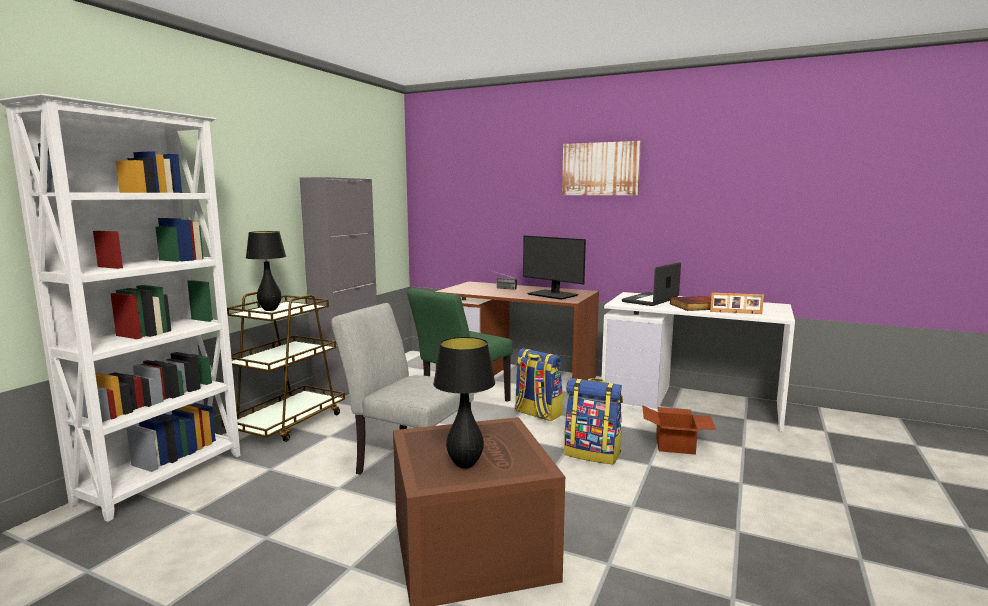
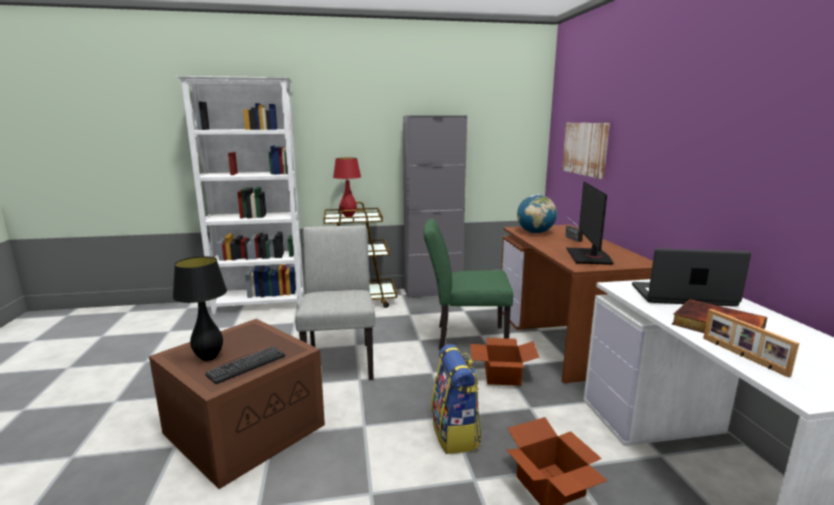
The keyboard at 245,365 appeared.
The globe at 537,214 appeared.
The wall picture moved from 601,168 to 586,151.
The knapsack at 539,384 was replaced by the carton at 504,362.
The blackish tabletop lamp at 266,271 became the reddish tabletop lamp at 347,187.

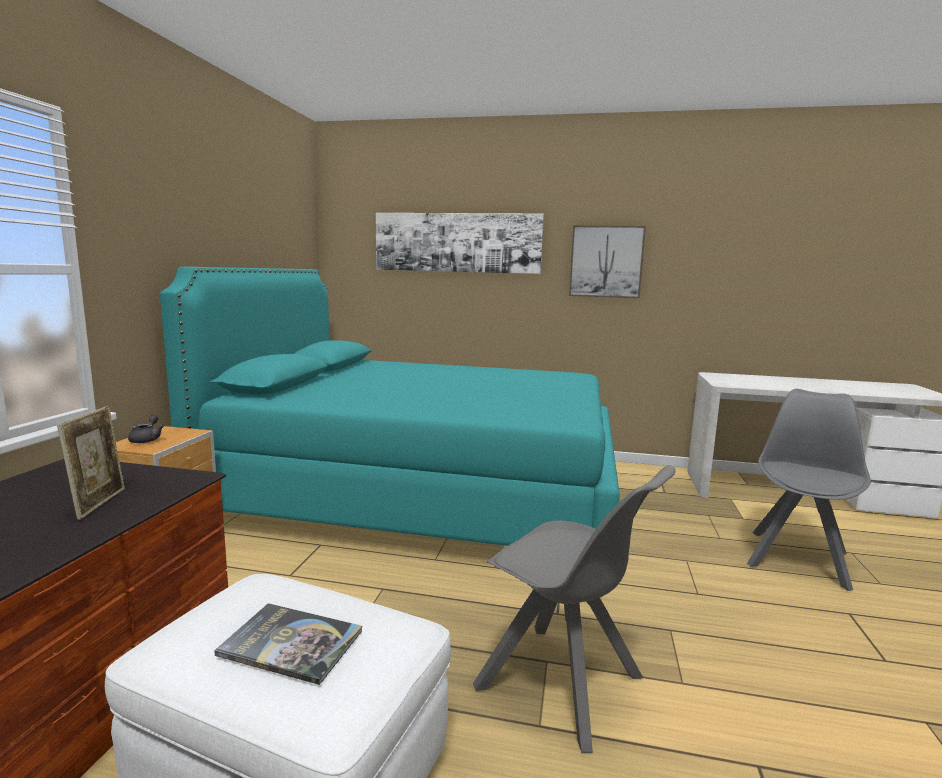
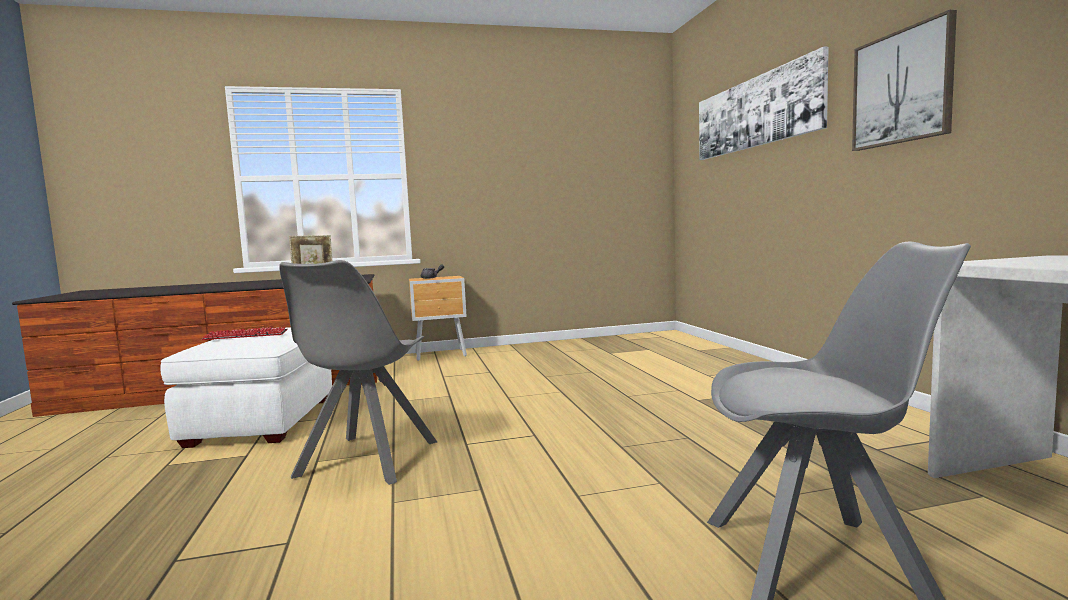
The turquoise-coloured sleeping bed at 390,406 disappeared.
The volume at 288,644 was replaced by the keyboard at 245,333.

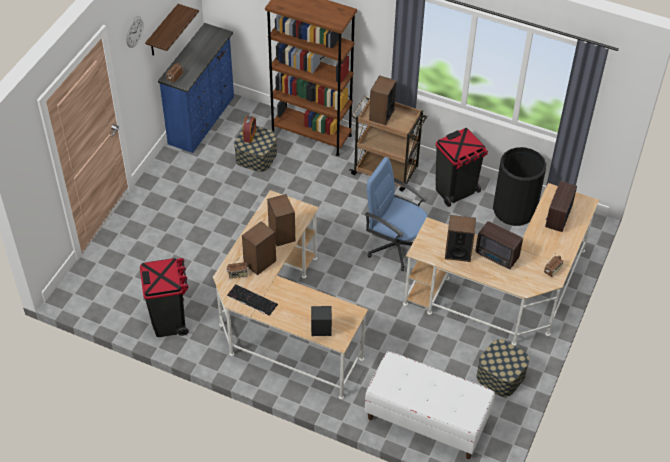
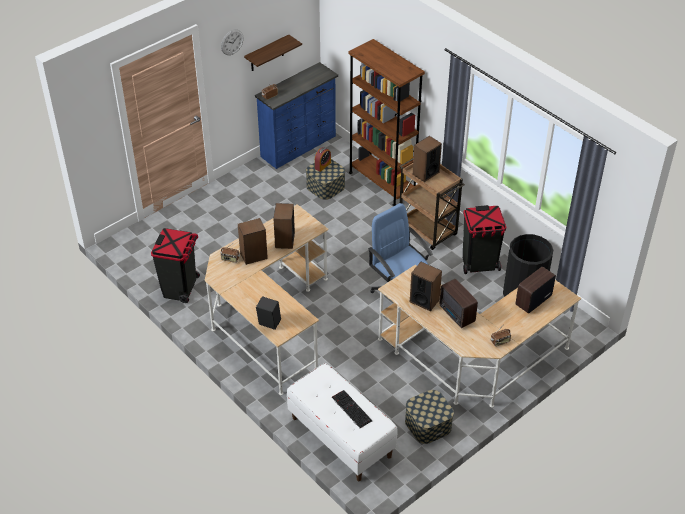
The keyboard moved from 252,300 to 352,409.

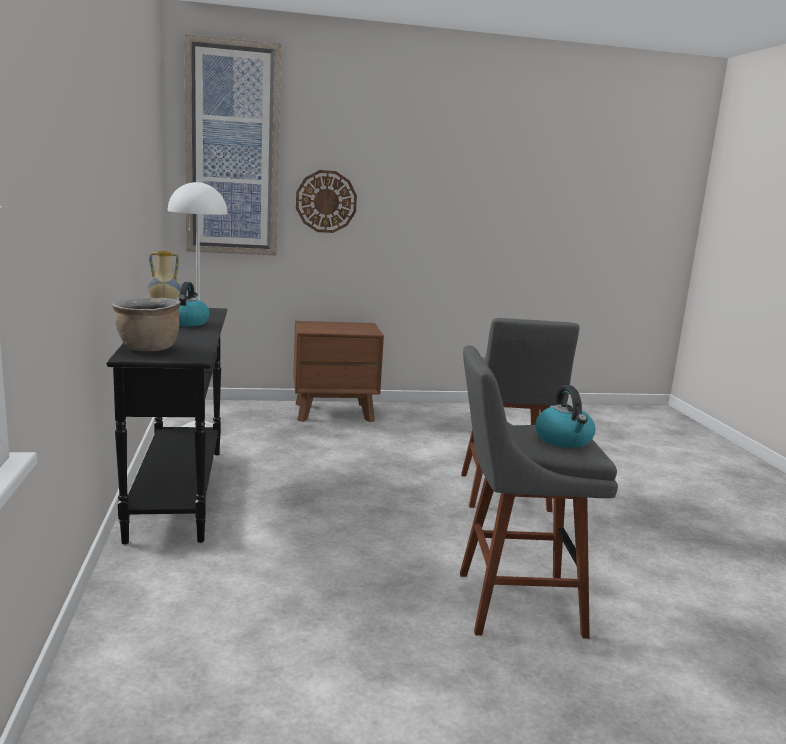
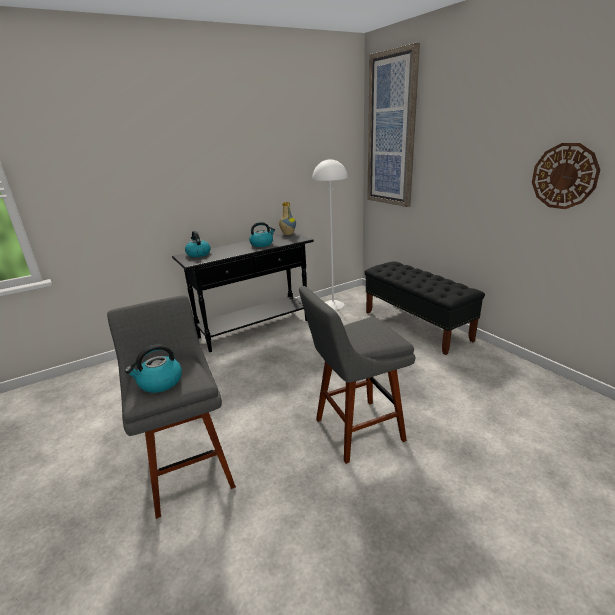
The clock on the wall moved from 326,201 to 566,176.
The brown-coloured stockpot at 146,324 was replaced by the kettle at 198,244.
The brown-coloured bedside table at 338,371 was replaced by the blackish bench at 424,308.

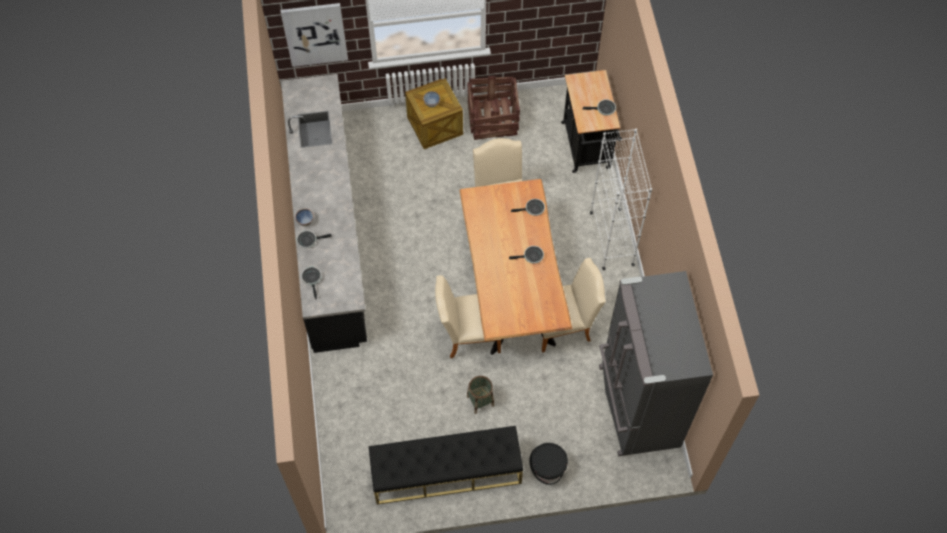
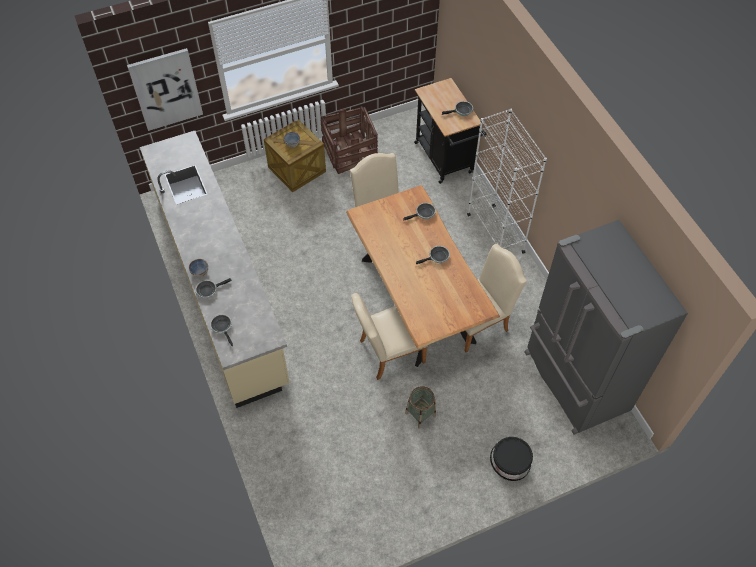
The blackish bench at 446,465 disappeared.
The blackish counter at 324,213 became the beige counter at 215,269.

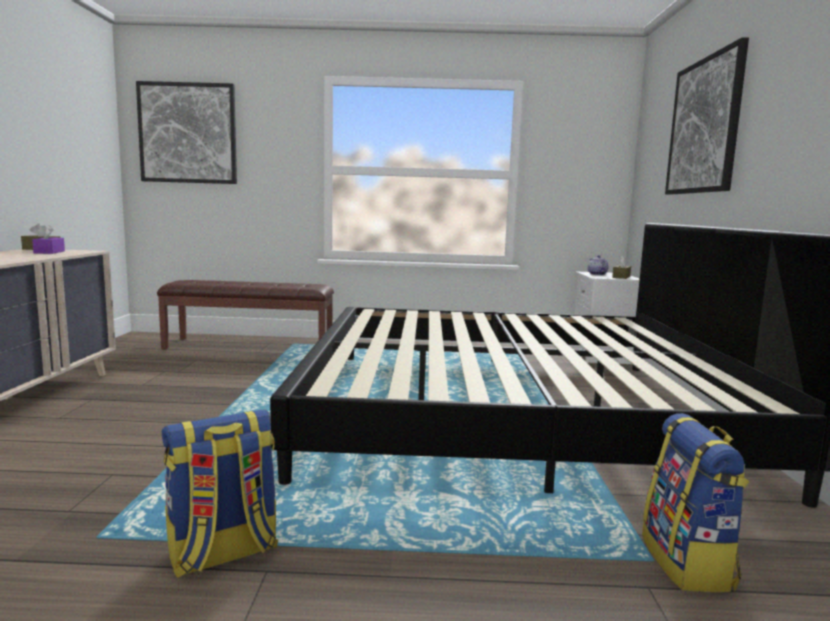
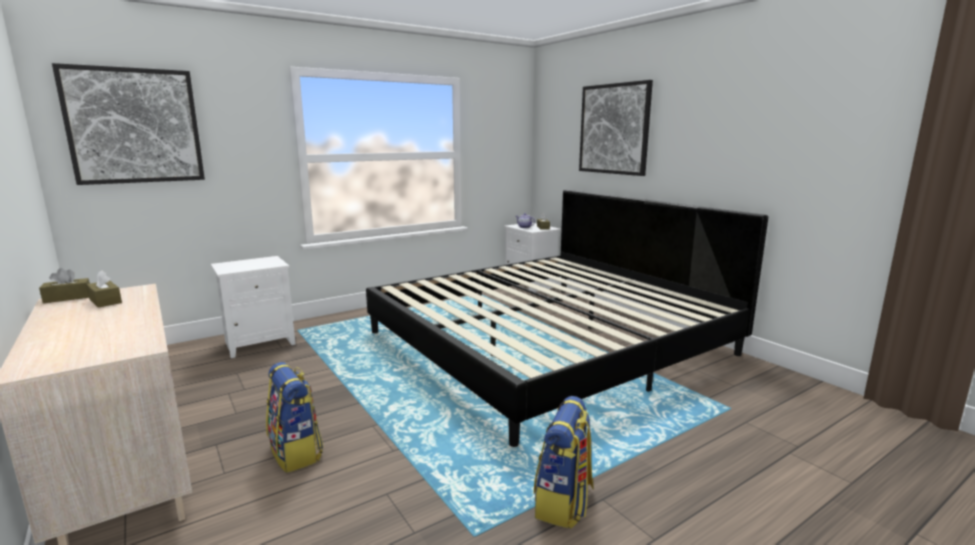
The knapsack moved from 695,502 to 295,417.
The brown-coloured bench at 245,314 was replaced by the whitish bedside table at 253,307.
The purplish tissue holder at 48,239 became the brown-coloured tissue holder at 104,289.

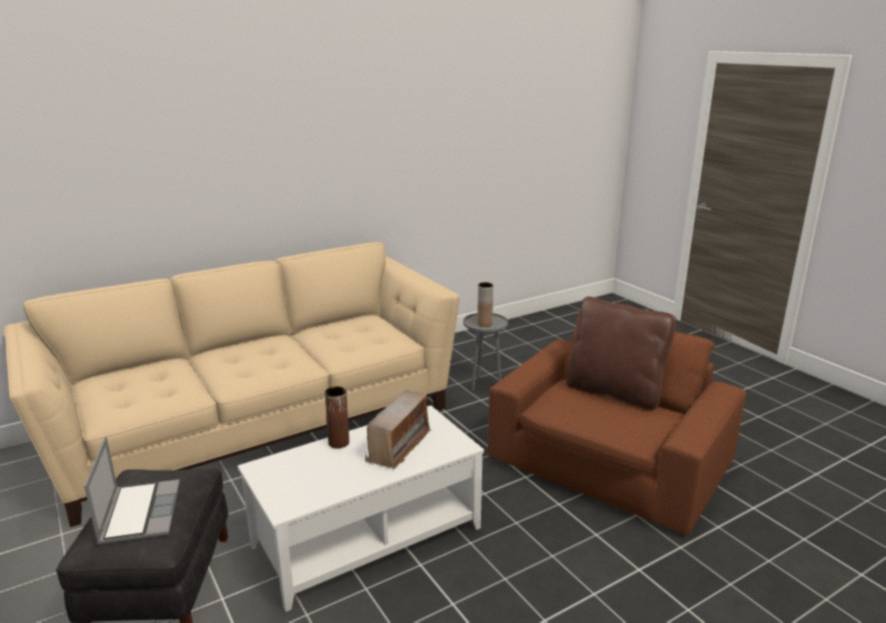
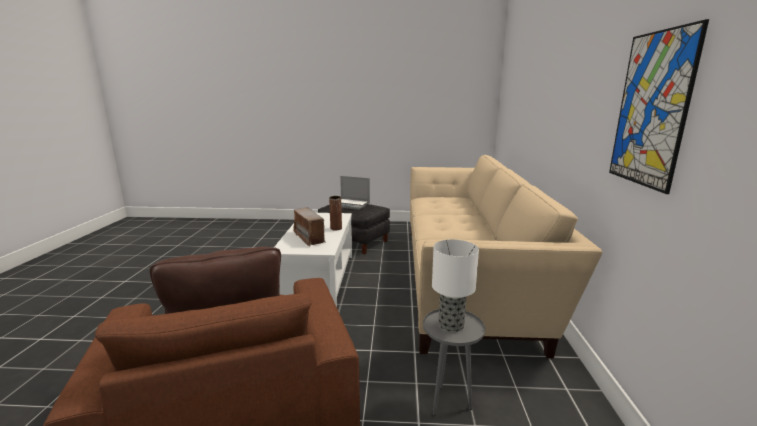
The wall picture at 659,106 appeared.
The brown-coloured vase at 485,304 was replaced by the tabletop lamp at 455,286.

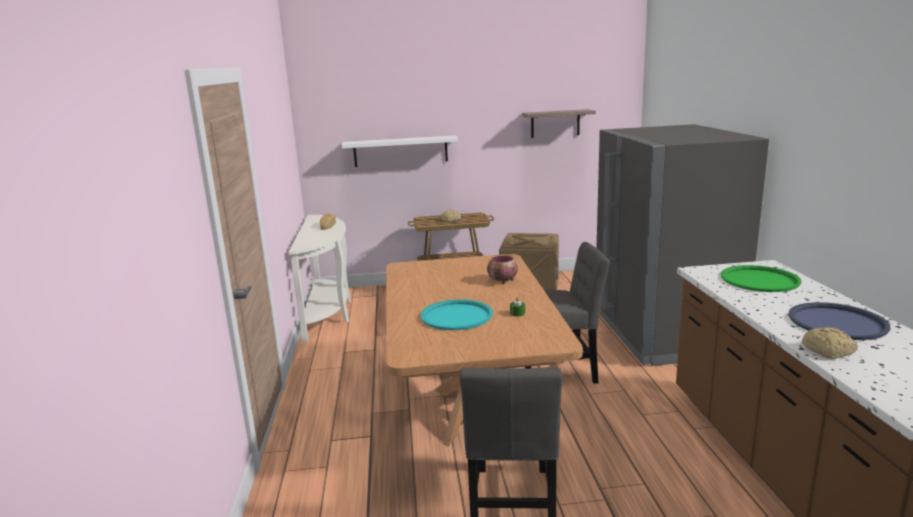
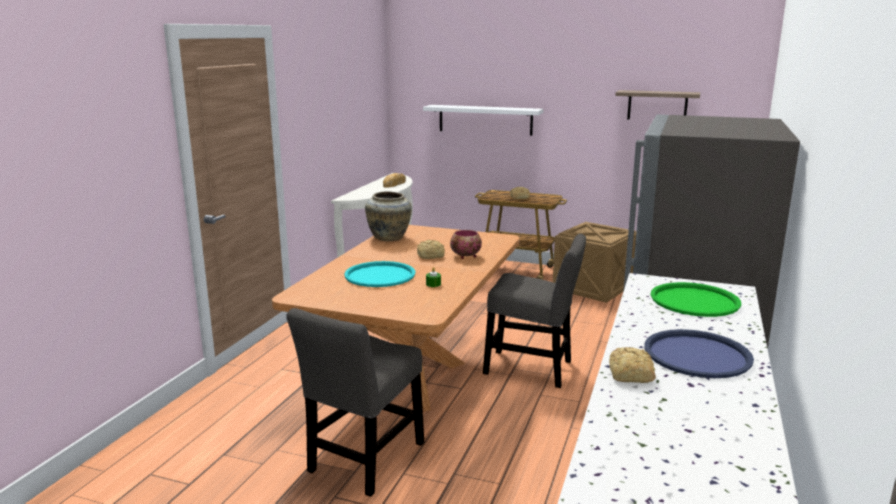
The beige vase at 388,216 appeared.
The baked bread at 431,249 appeared.

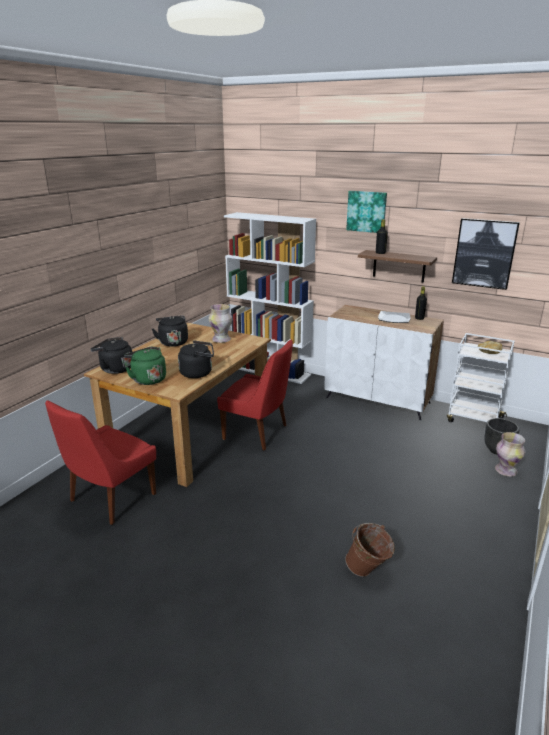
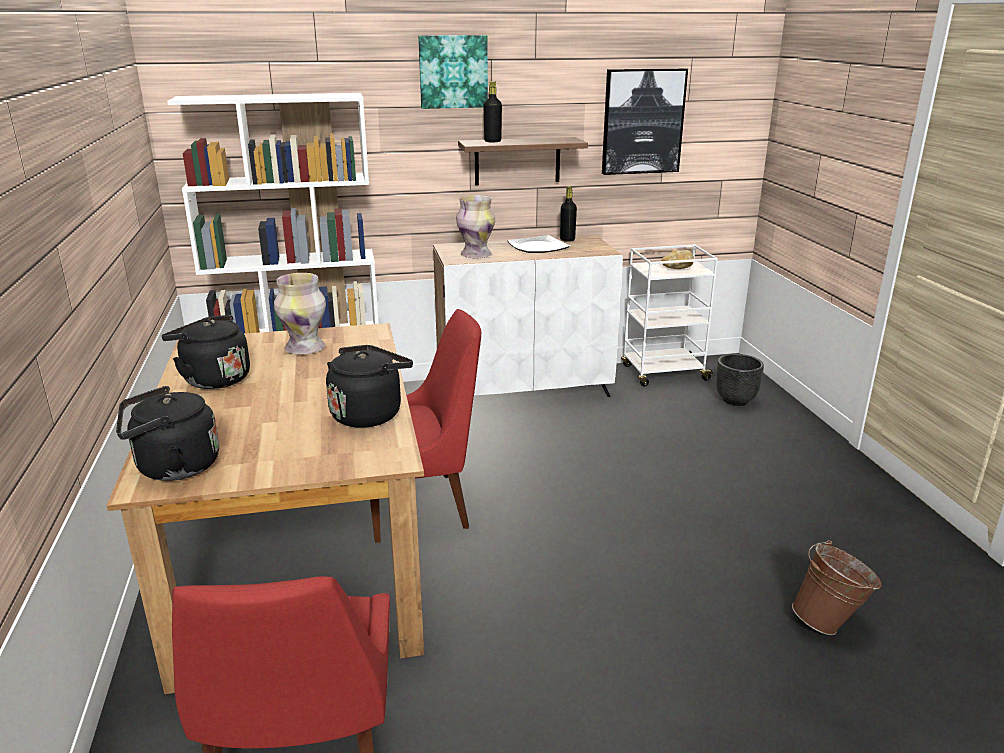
The greenish kettle at 145,366 disappeared.
The vase moved from 510,454 to 476,226.

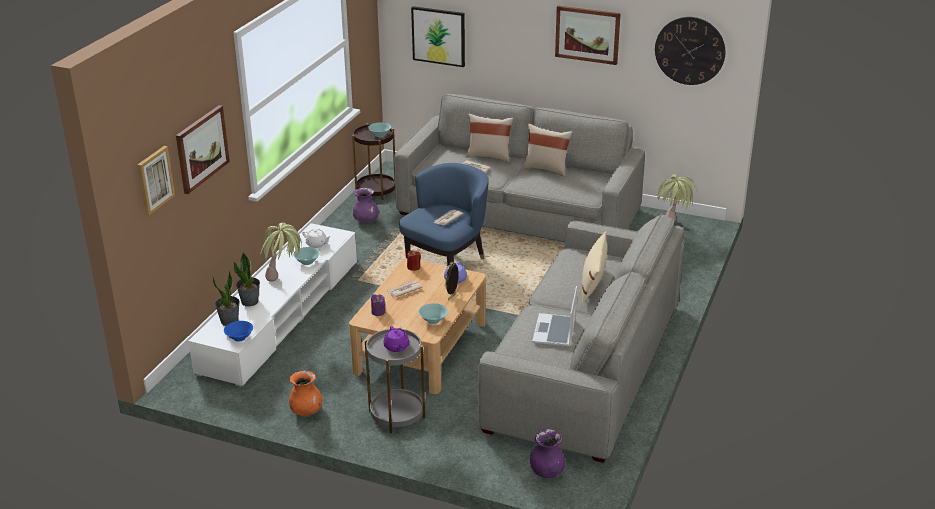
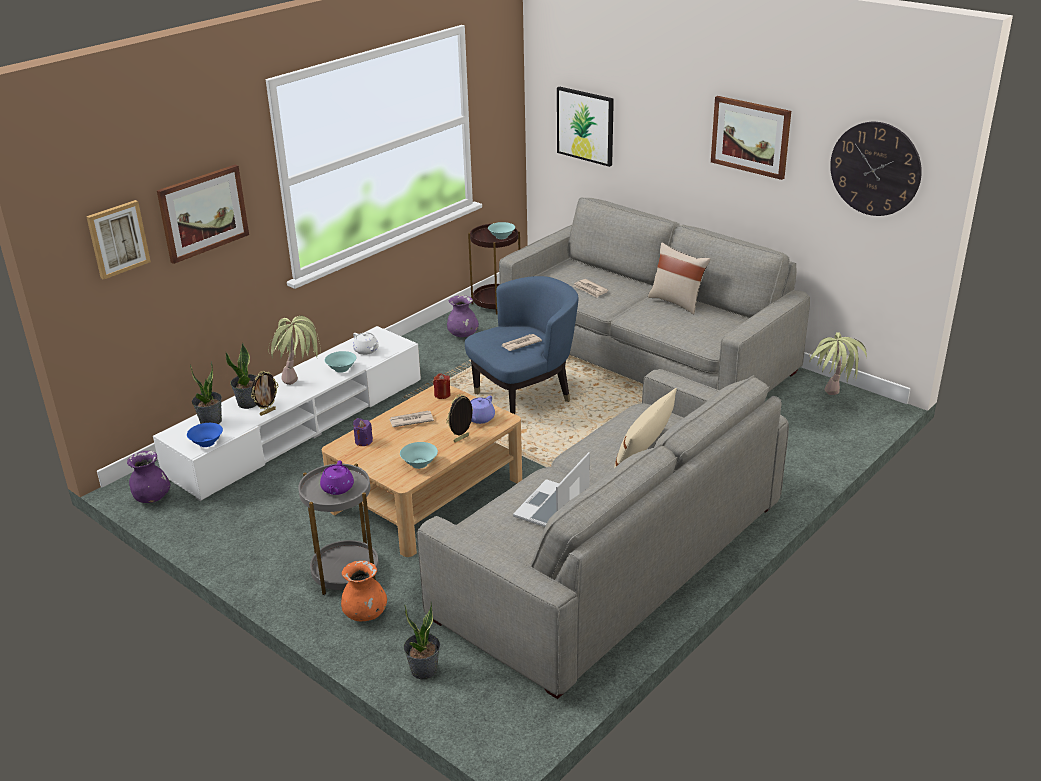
The beige cushion at 490,137 disappeared.
The photo frame at 265,393 appeared.
The plant in a pot at 421,640 appeared.
The orange-coloured vase moved from 306,393 to 364,591.
The purplish vase moved from 548,453 to 148,477.

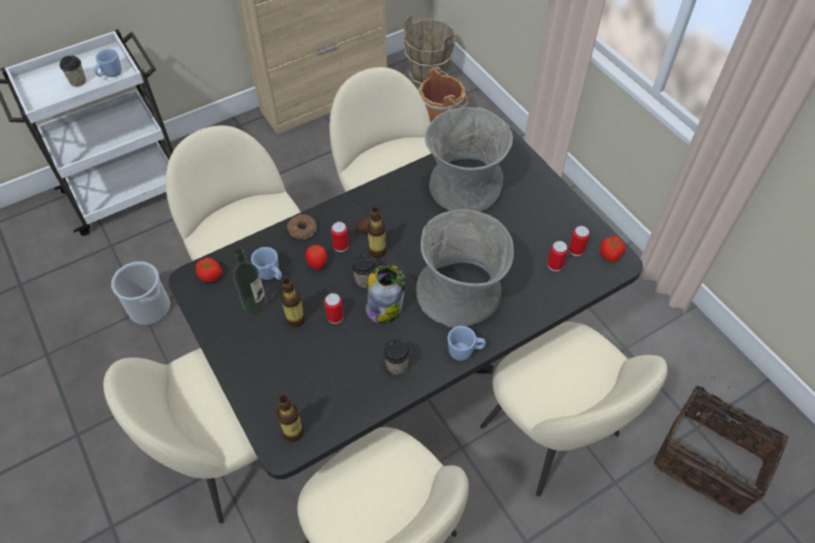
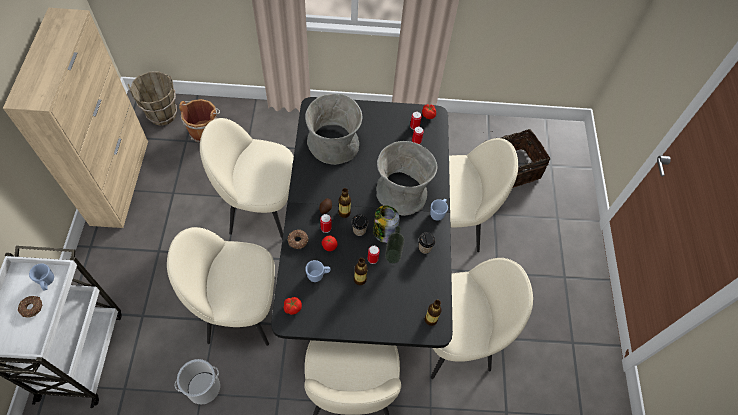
The bottle moved from 250,281 to 394,244.
The cup at 73,71 was replaced by the donut at 30,307.

